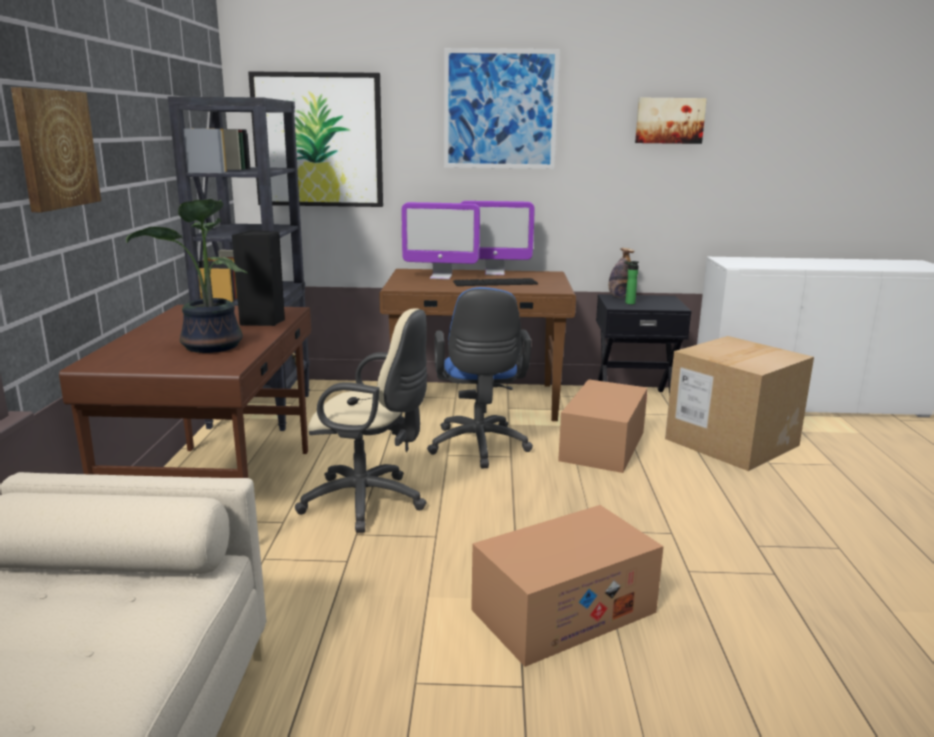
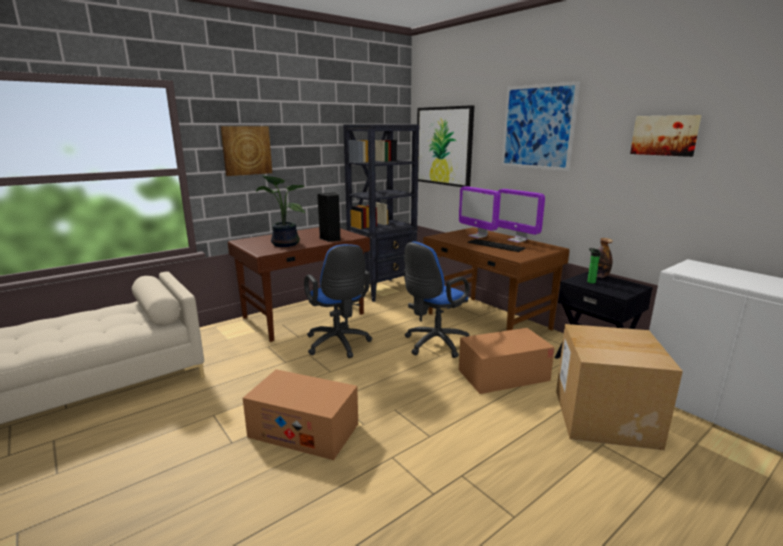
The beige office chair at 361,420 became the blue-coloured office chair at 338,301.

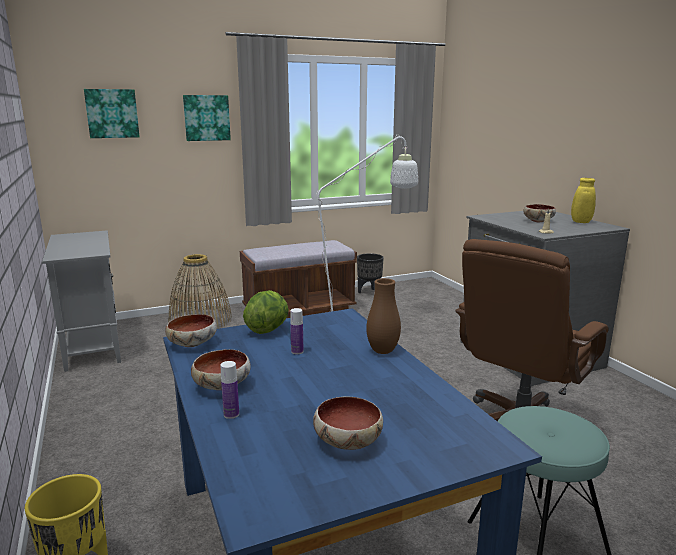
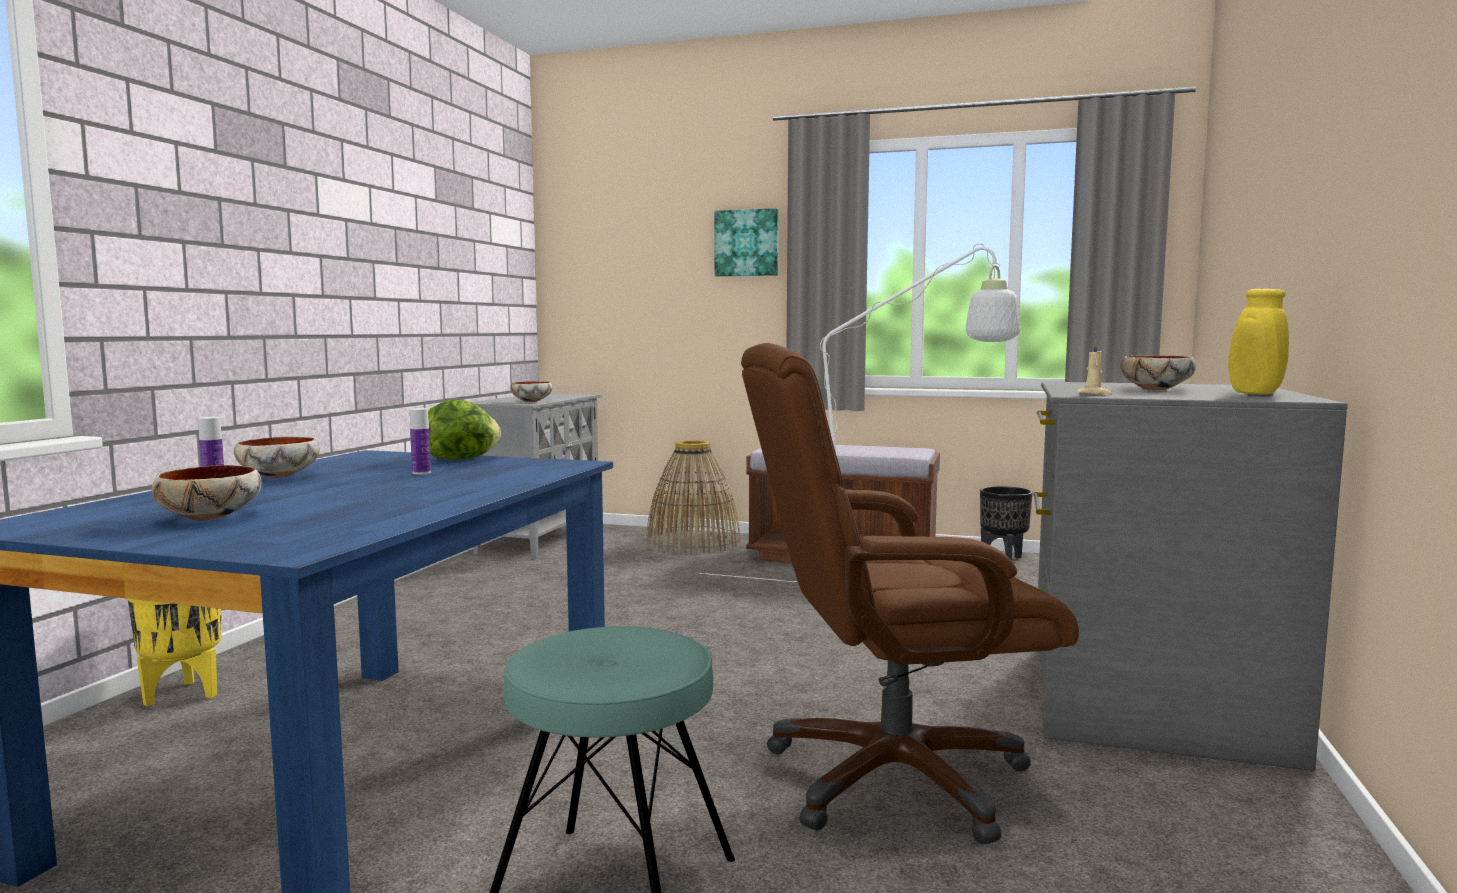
The wall picture at 112,113 disappeared.
The brown-coloured vase at 383,316 disappeared.
The bowl moved from 191,330 to 531,391.

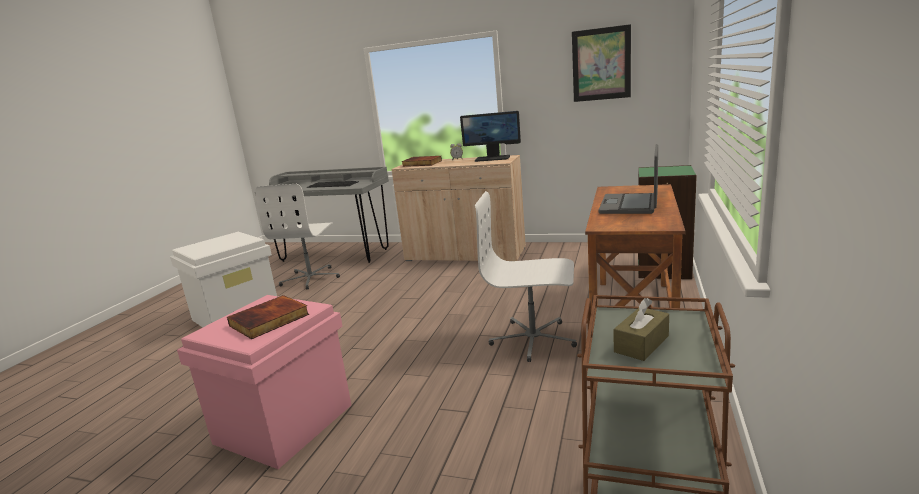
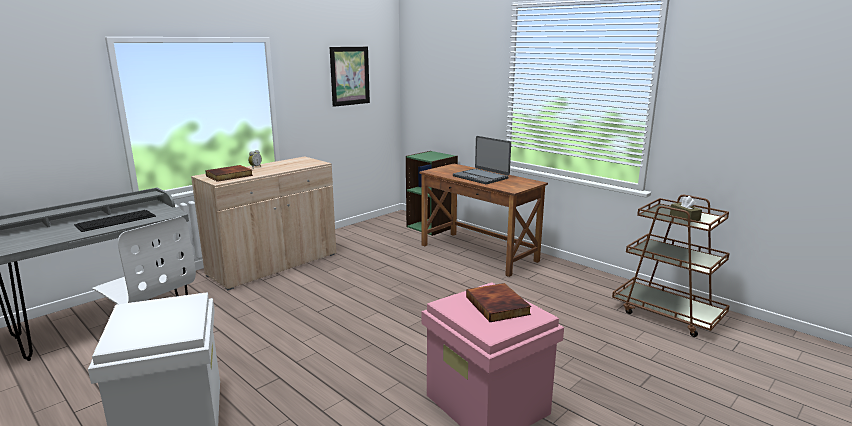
The monitor at 490,136 disappeared.
The whitish office chair at 526,276 disappeared.

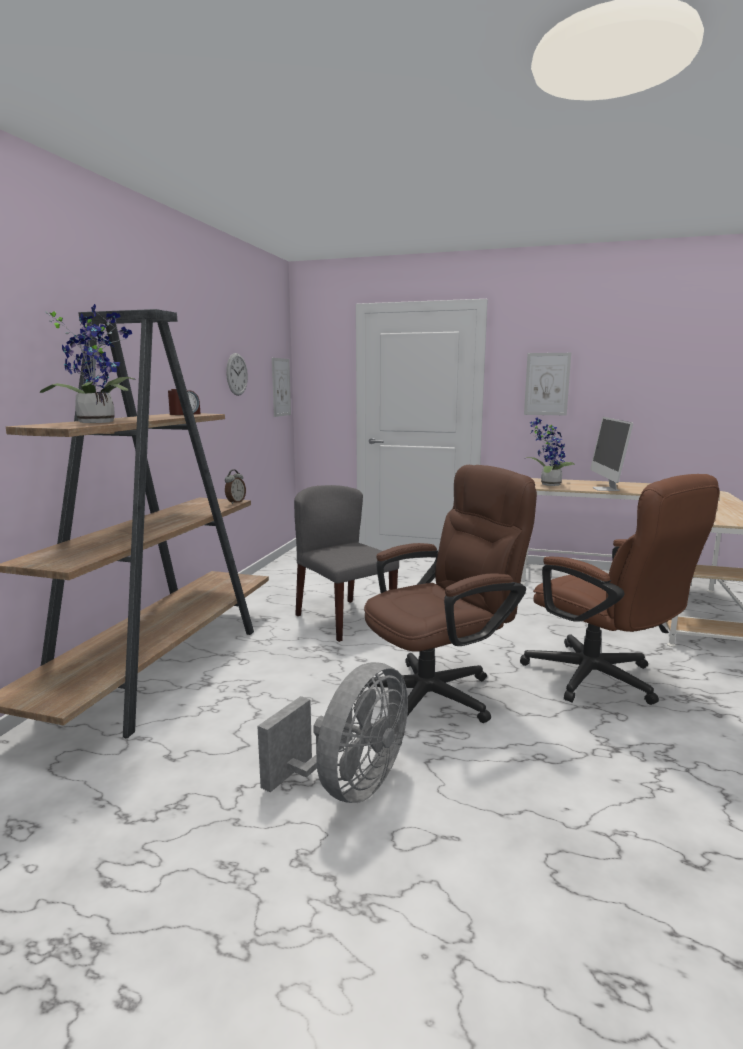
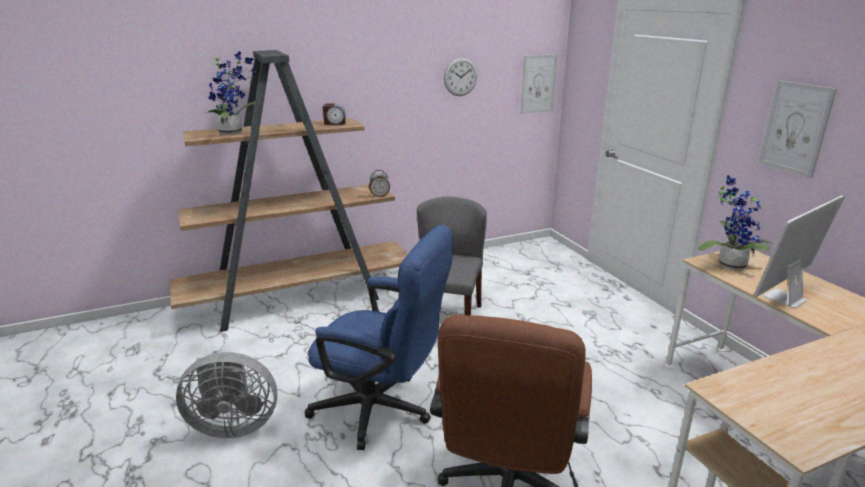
The brown-coloured office chair at 448,594 became the blue-coloured office chair at 379,337.

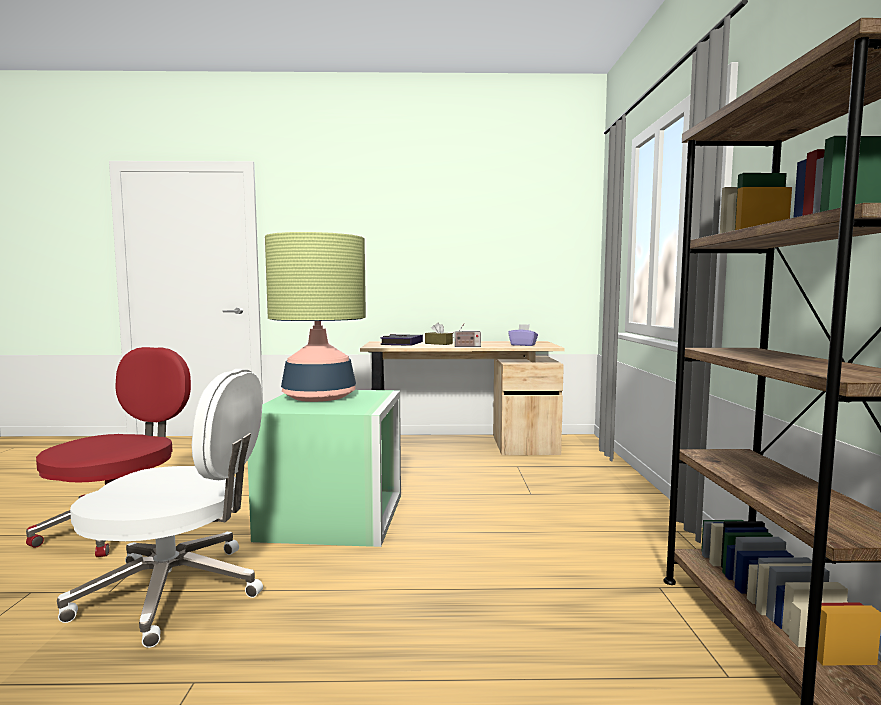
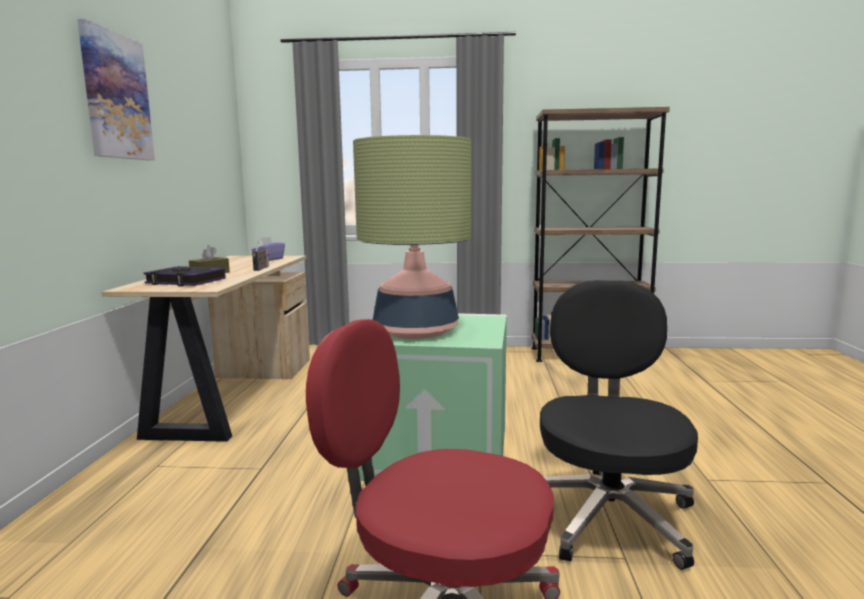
The wall picture at 116,89 appeared.
The whitish office chair at 160,508 became the blackish office chair at 619,425.

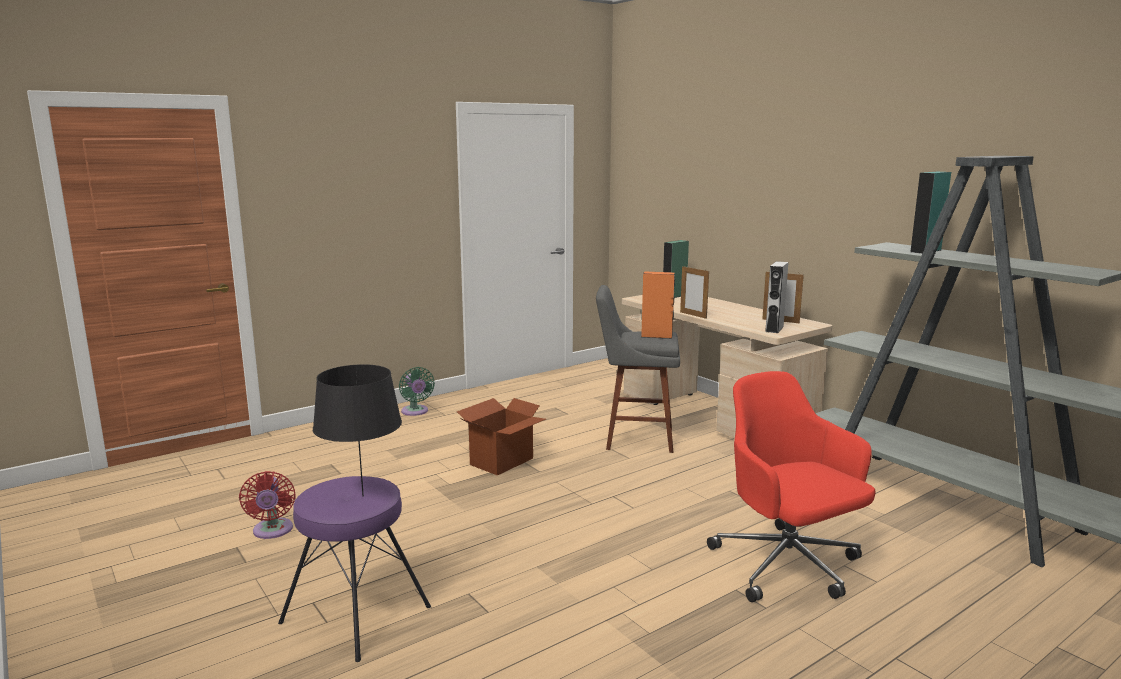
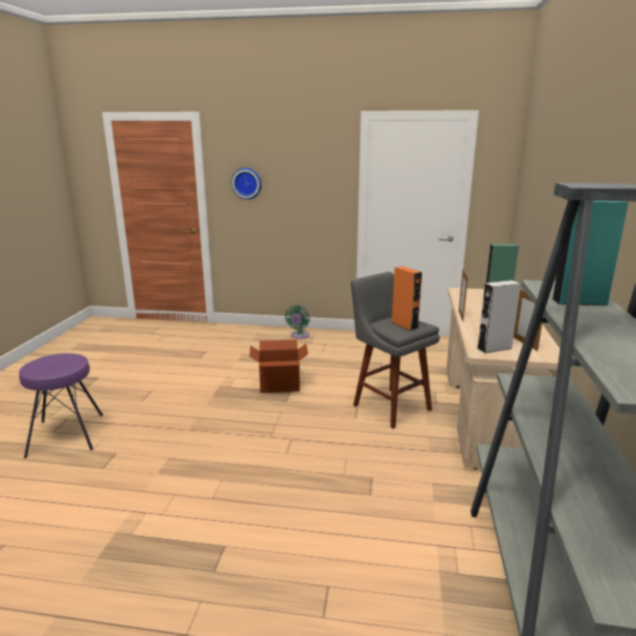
The reddish cooling fan at 267,505 disappeared.
The blackish tabletop lamp at 357,430 disappeared.
The reddish office chair at 791,486 disappeared.
The clock on the wall at 246,184 appeared.

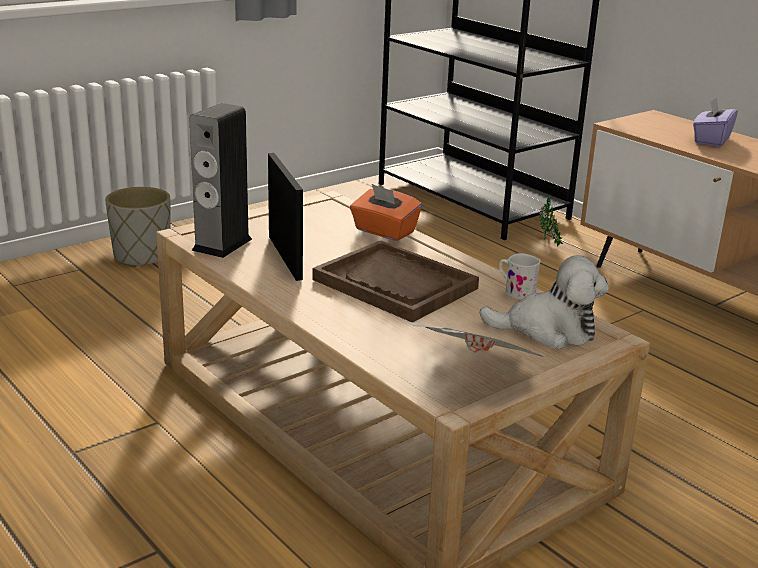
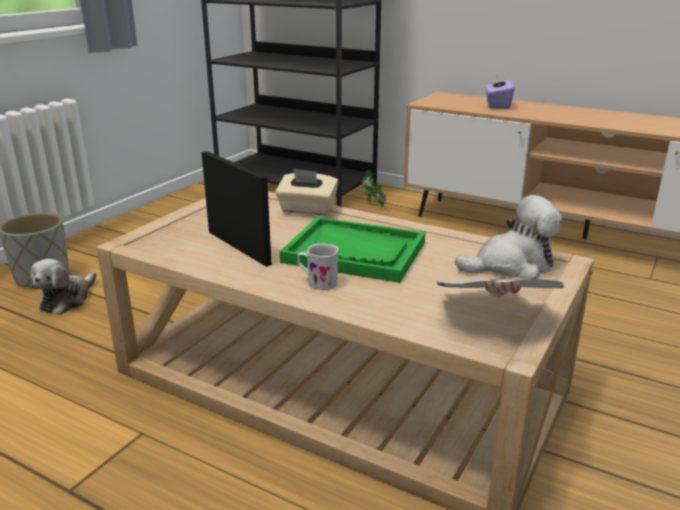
The speaker at 220,180 disappeared.
The cuddly toy at 64,287 appeared.
The whitish mug moved from 520,276 to 318,266.
The brown-coloured serving tray at 395,281 became the greenish serving tray at 352,250.
The orange-coloured tissue holder at 386,212 became the beige tissue holder at 307,192.

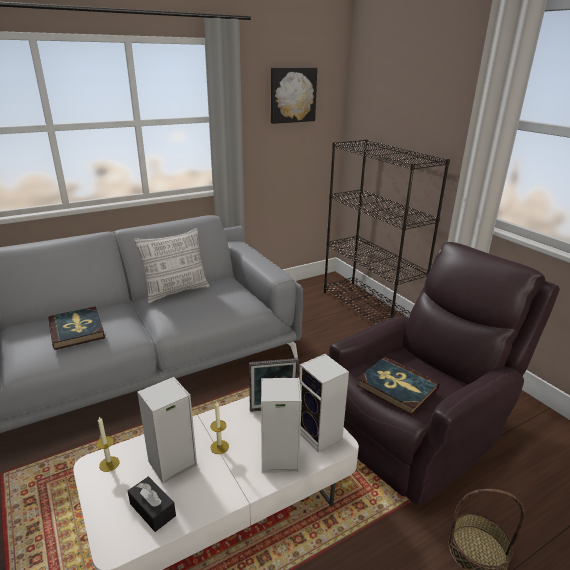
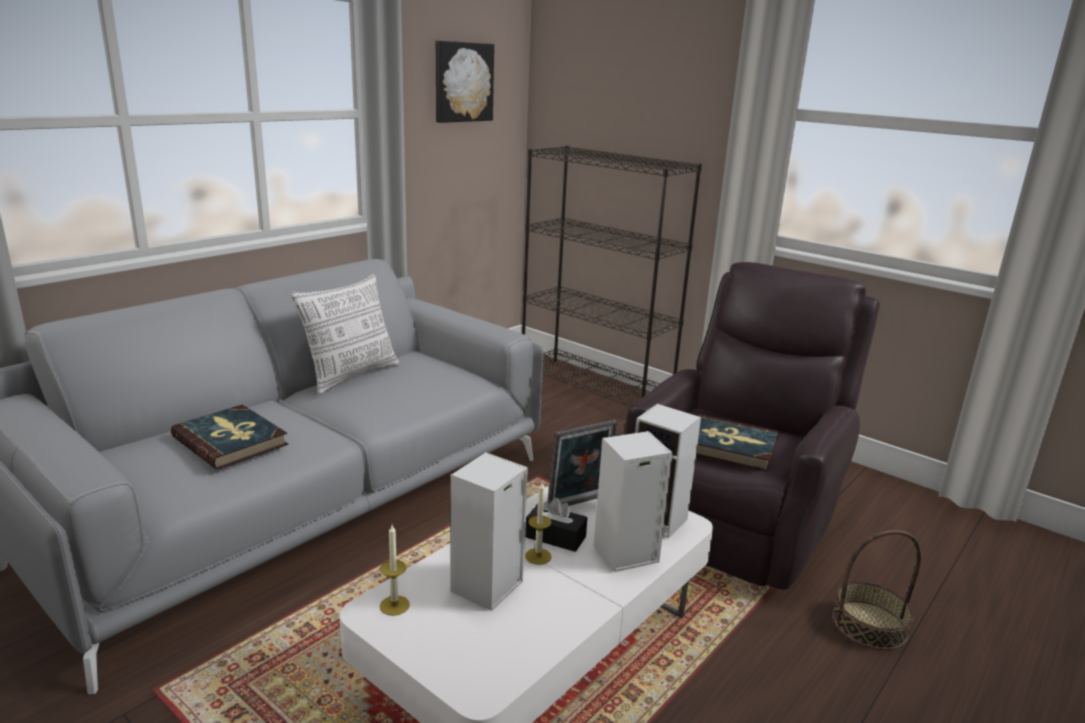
The blackish tissue holder moved from 152,504 to 556,525.

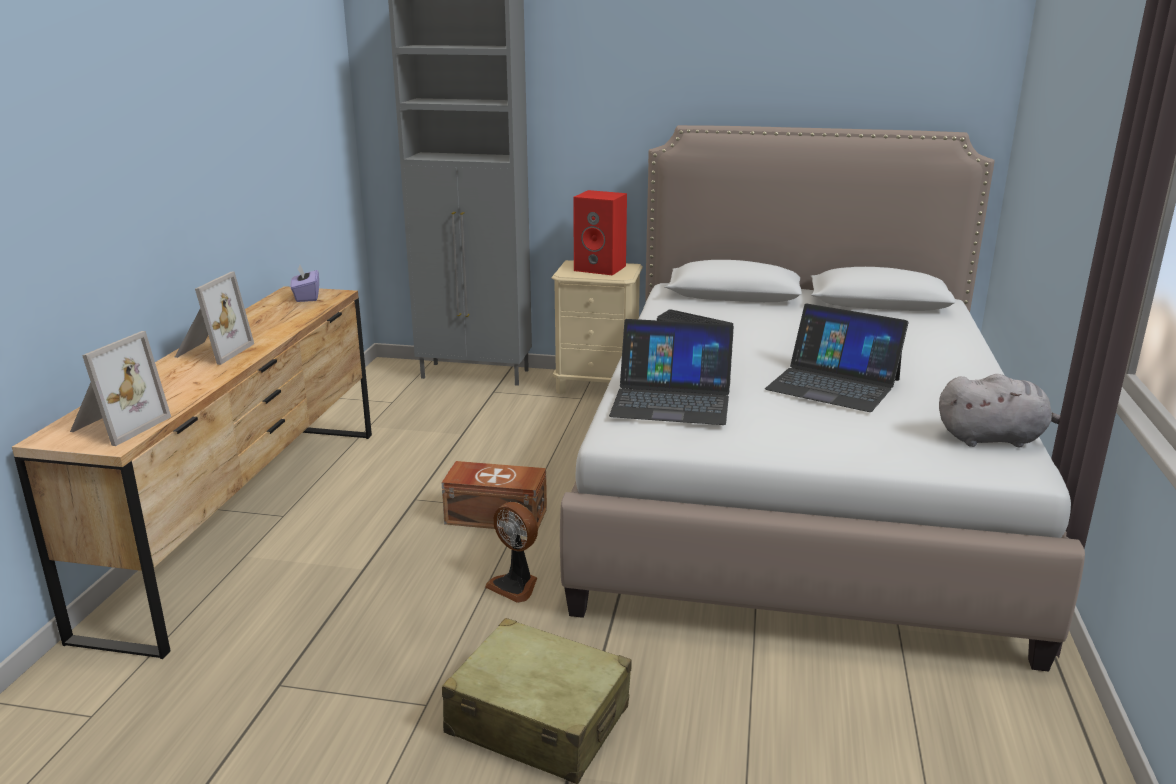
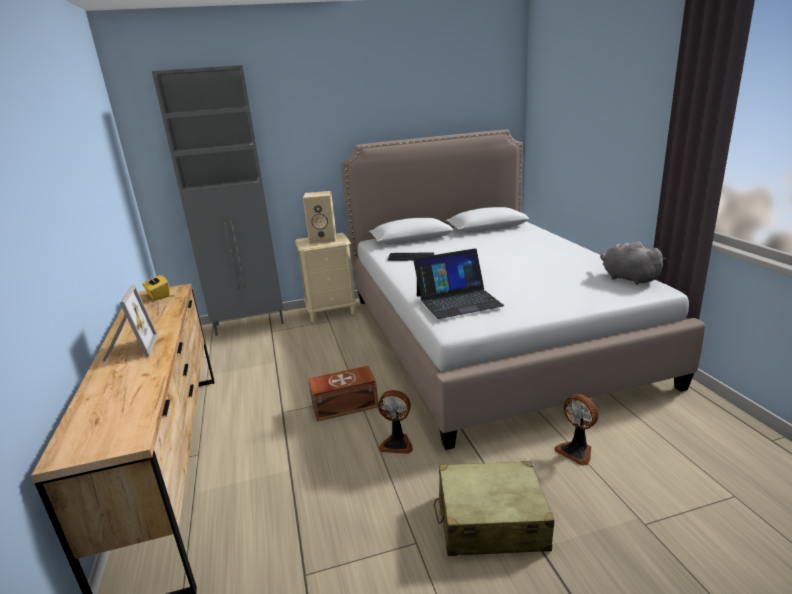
The photo frame at 120,388 disappeared.
The notebook computer at 836,358 disappeared.
The cooling fan at 576,430 appeared.
The purplish tissue holder at 304,283 became the yellow tissue holder at 156,287.
The reddish speaker at 600,233 became the beige speaker at 319,217.
The grey cuddly toy at 1000,410 turned 105 degrees counterclockwise.

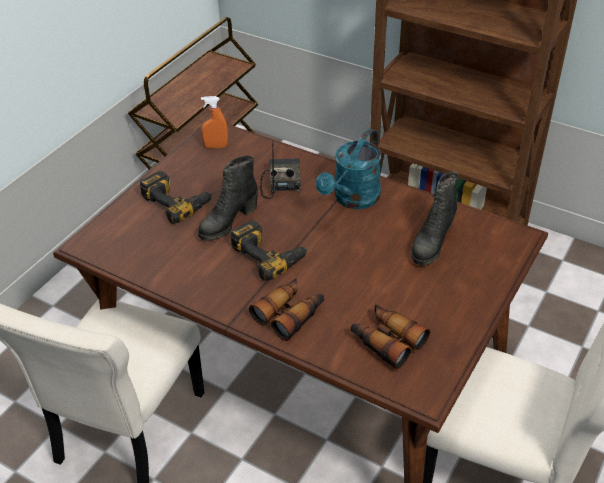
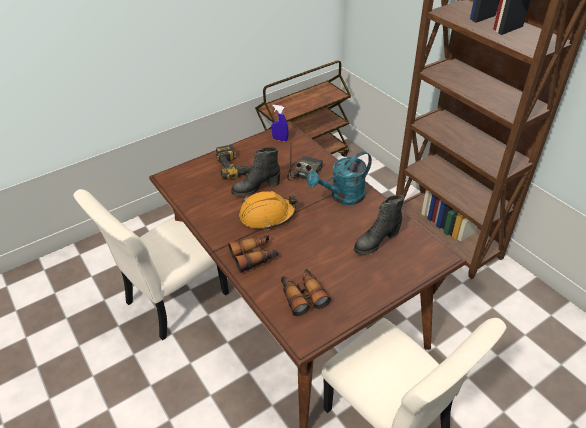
The electric drill at 269,250 was replaced by the orange-coloured hard hat at 268,210.
The orange-coloured sprayer at 214,122 became the blue-coloured sprayer at 279,123.

